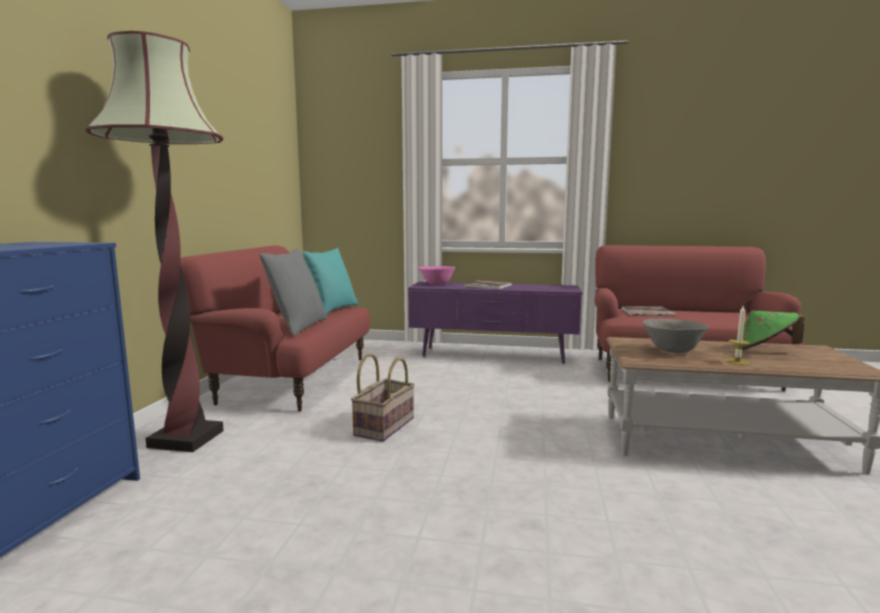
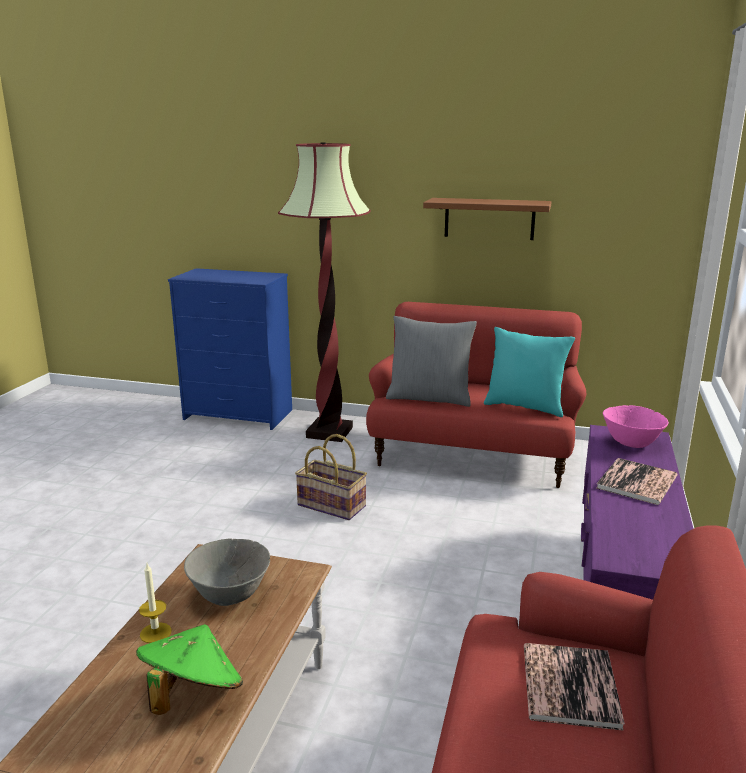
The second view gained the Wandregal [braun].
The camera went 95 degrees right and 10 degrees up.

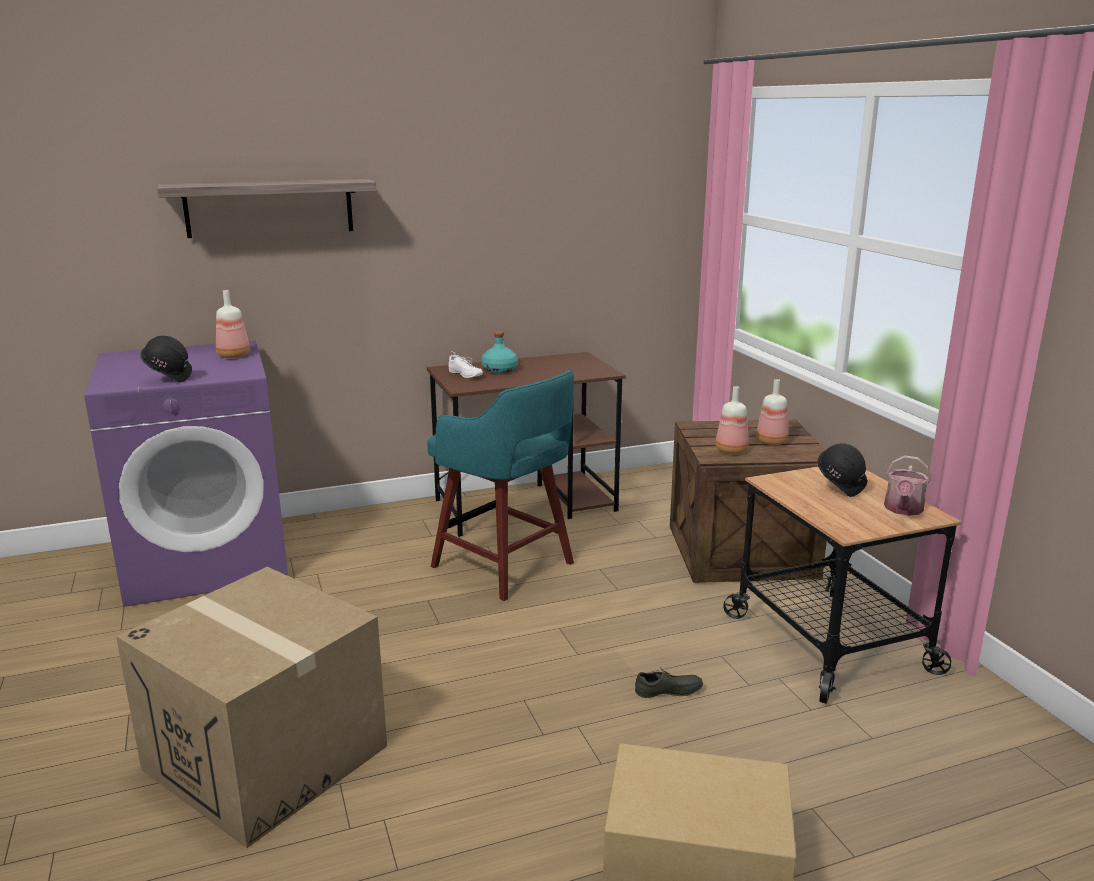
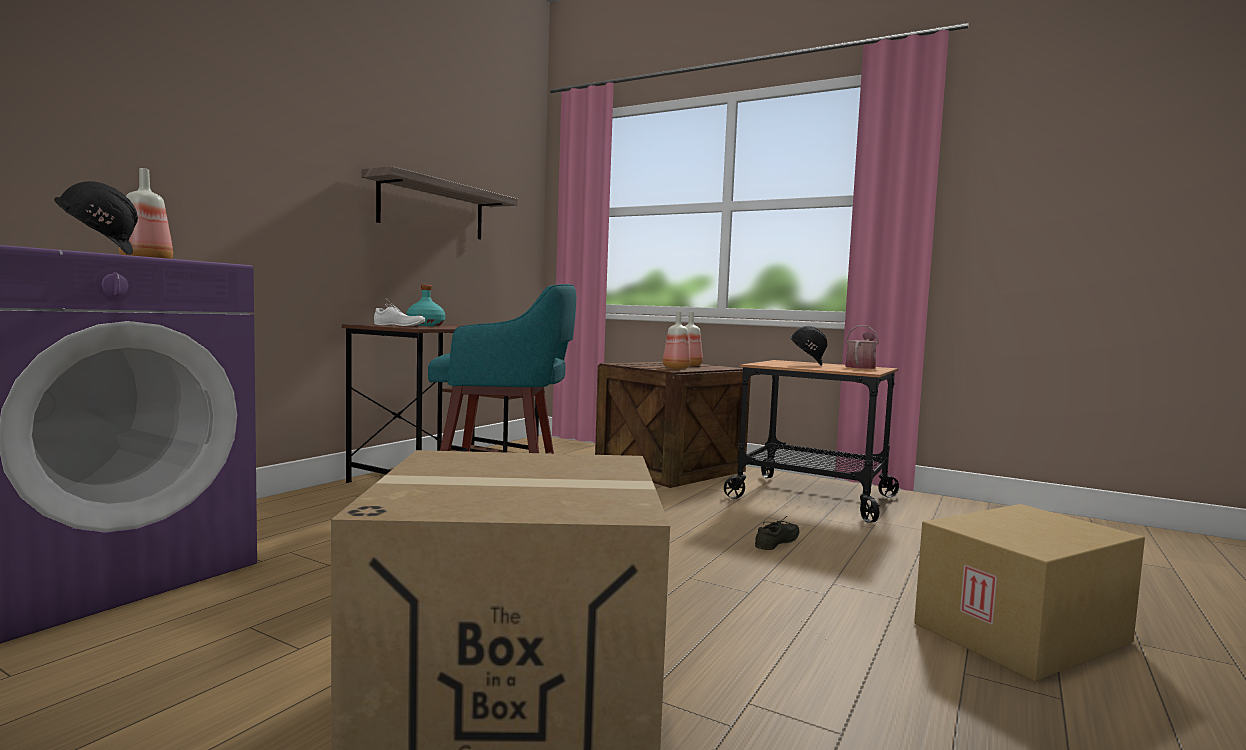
The Wandregal ended up elsewhere.
The Gießkanne ended up facing another way, 135 degrees counterclockwise from before.
The camera went 40 degrees left and 15 degrees down.

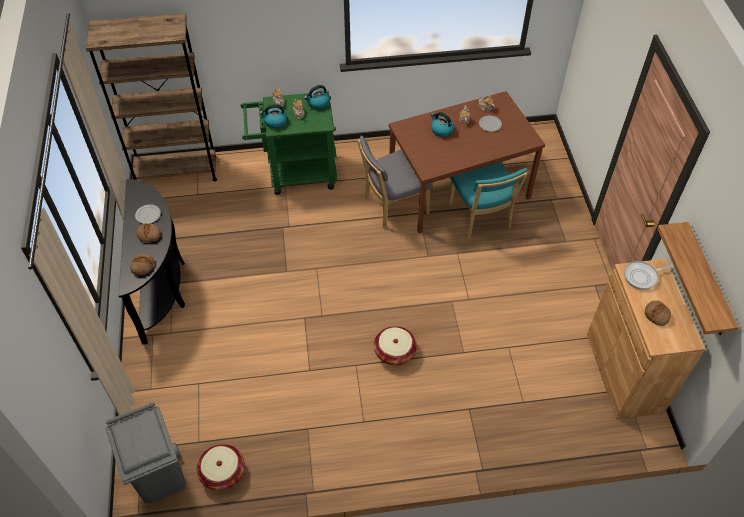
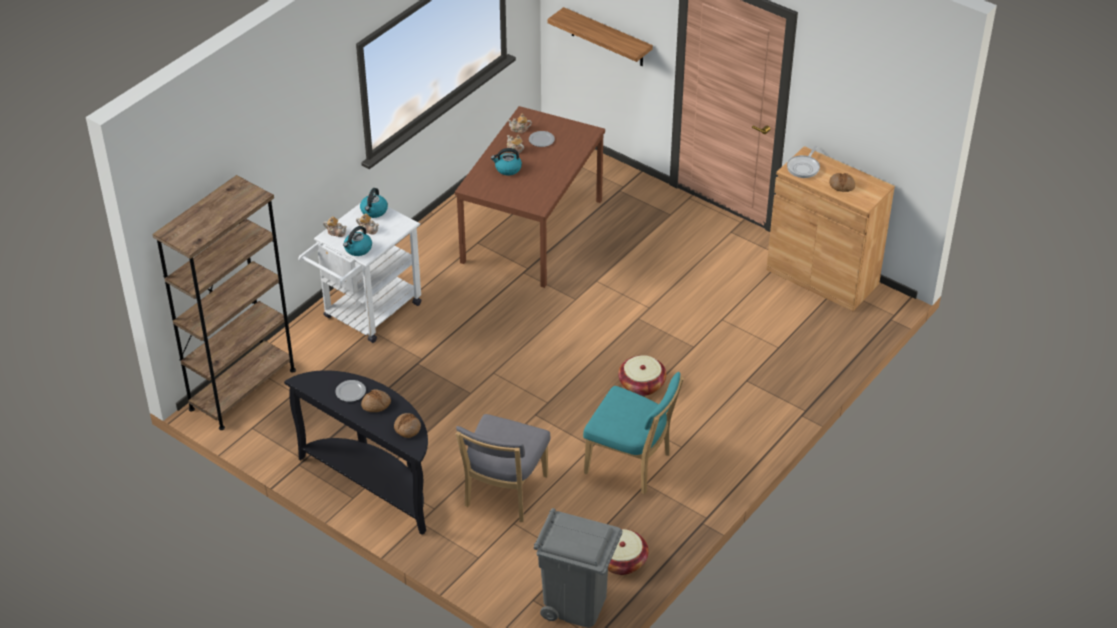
The Stuhl [grau] ended up elsewhere.
The Stuhl [türkis] ended up elsewhere.
The Wandregal ended up elsewhere.
What was the Rollwagen [grün] turned into the Rollwagen [weiß].
The camera went 45 degrees left and 10 degrees down.

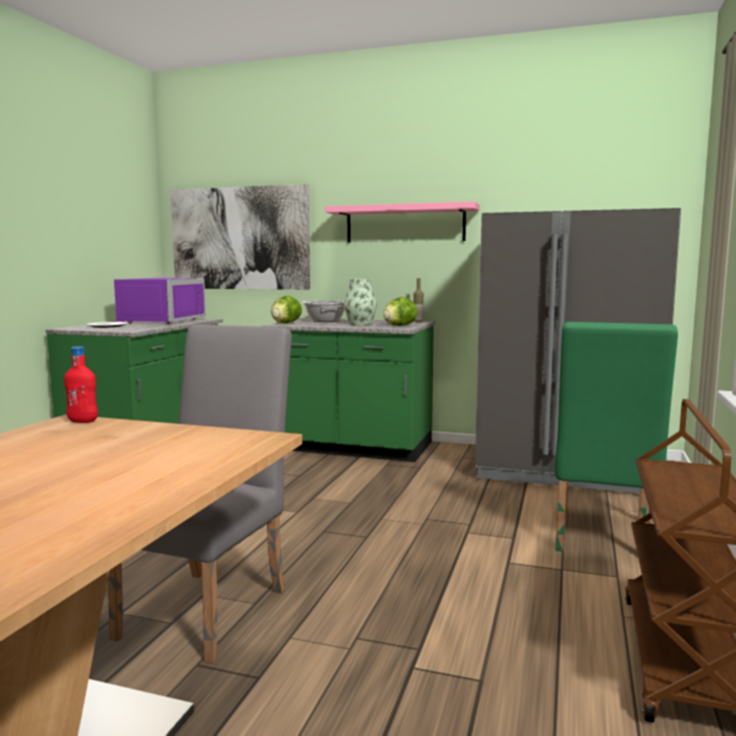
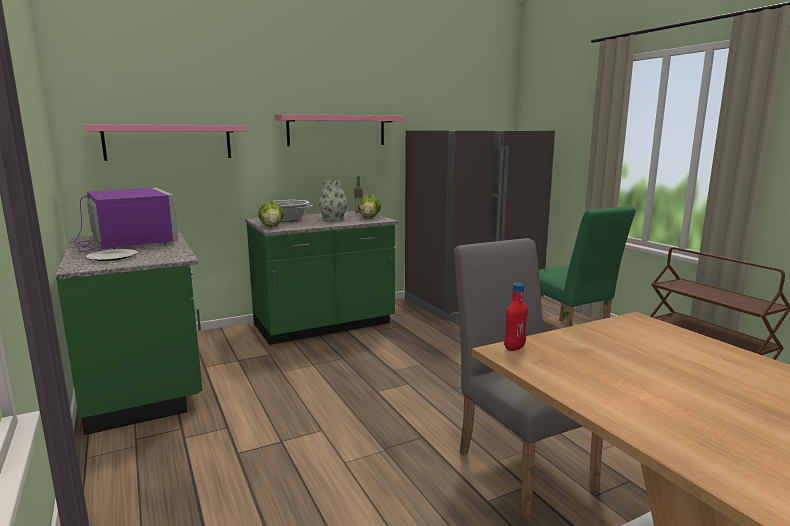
Where the Bild hung, the Wandregal [rosa] (1st from left) came to hang.
The camera went 45 degrees left and 5 degrees up.

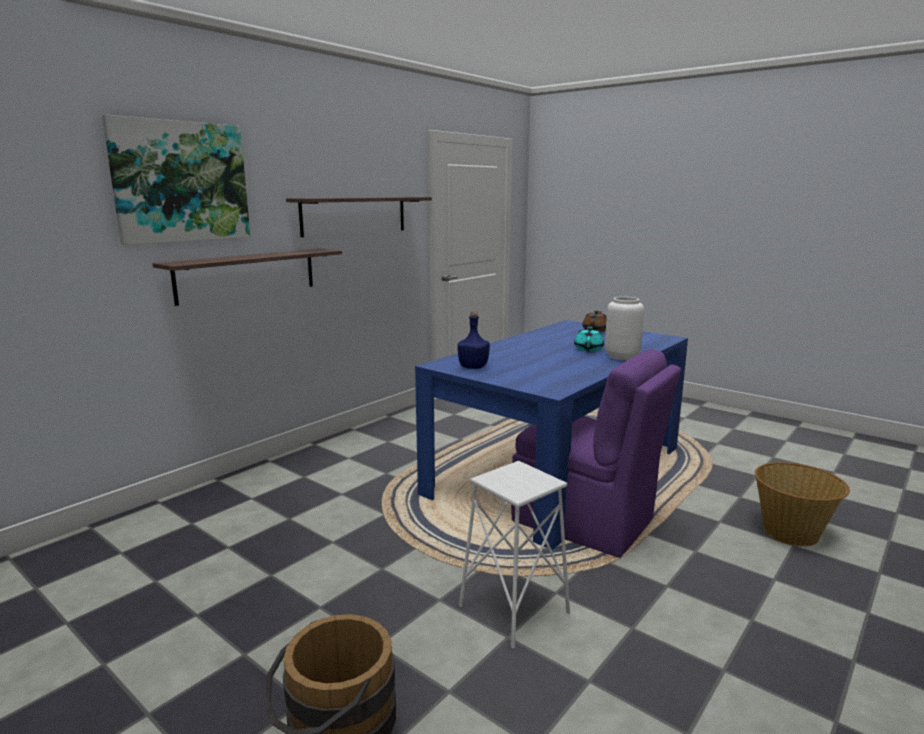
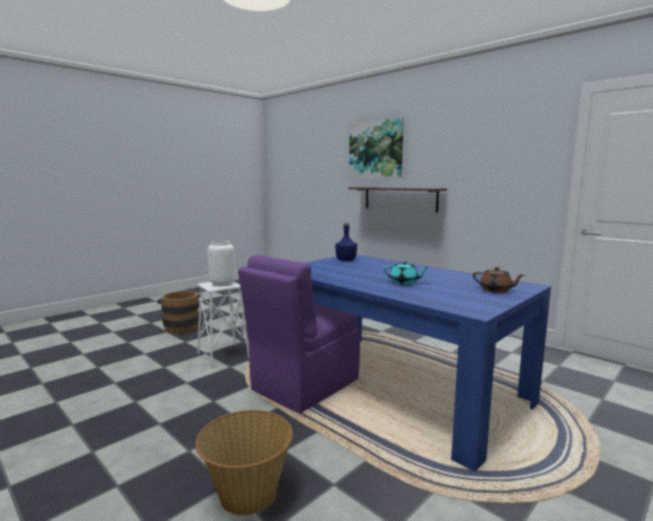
The second view lost the Wandregal (2nd from left).
The Vase [weiß] ended up elsewhere.
The camera went 95 degrees right and 5 degrees down.

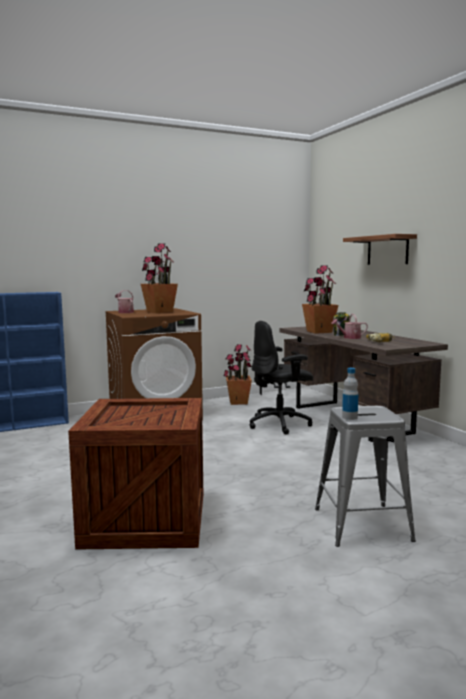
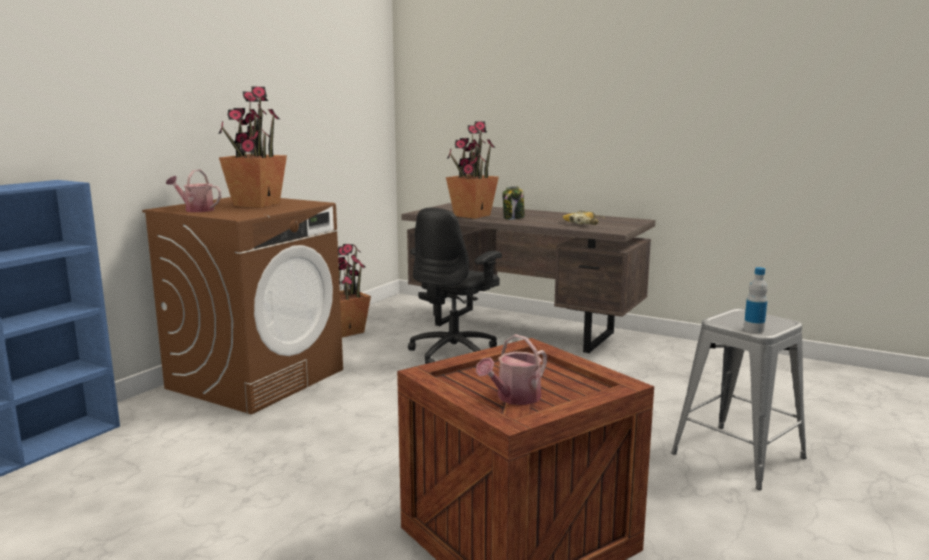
The second view lost the Wandregal.
The Gießkanne (2nd from left) ended up elsewhere.
The camera went 35 degrees left and 5 degrees up.

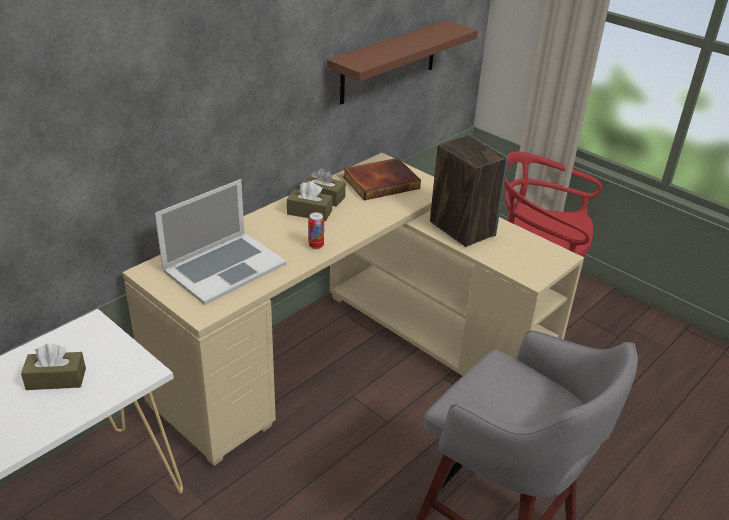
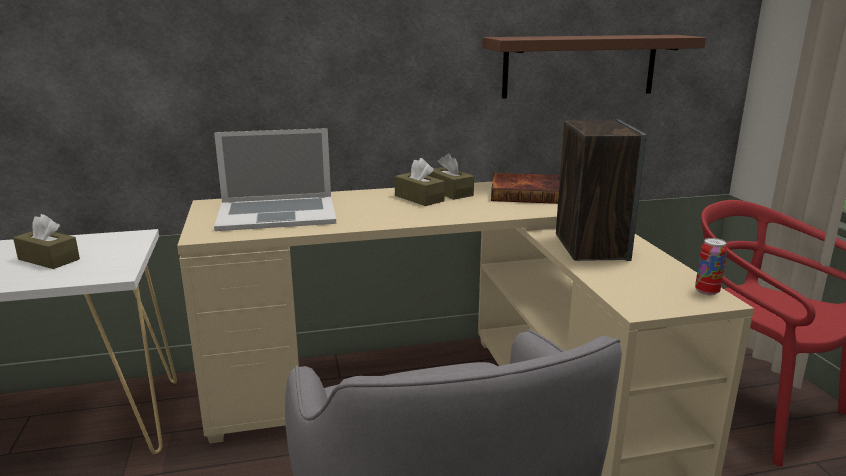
The Dose ended up elsewhere.
The camera went 35 degrees right and 15 degrees down.

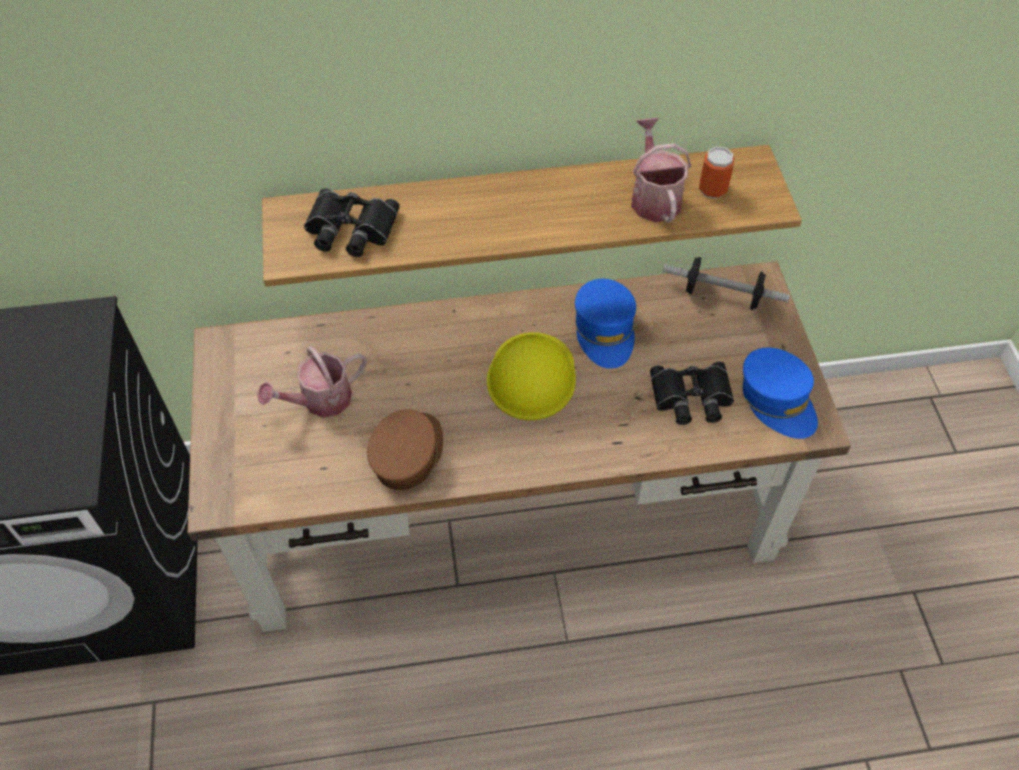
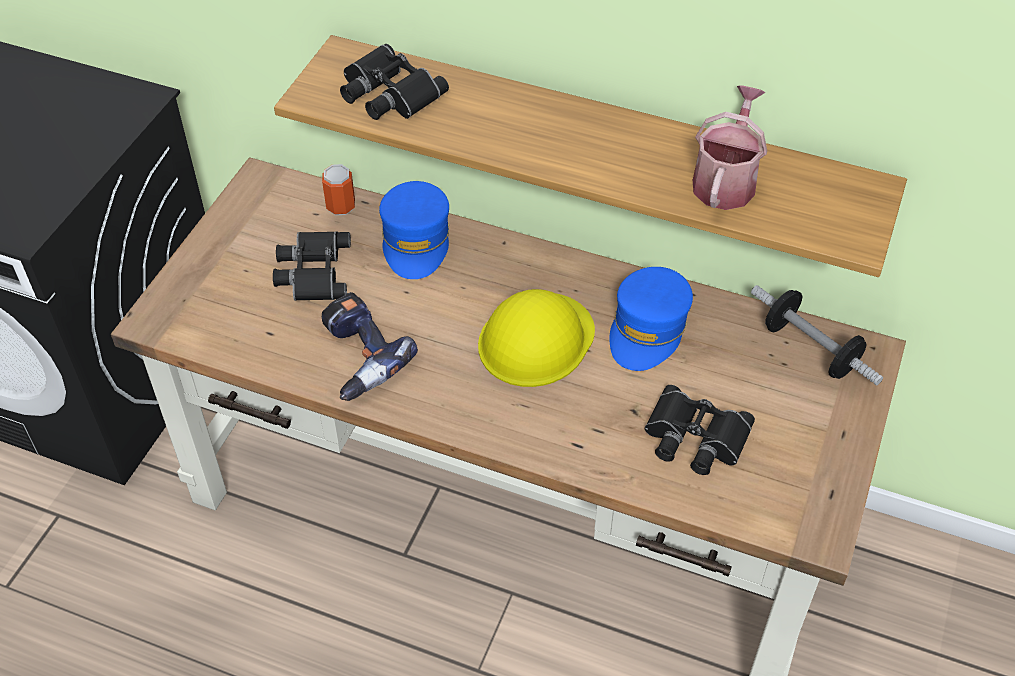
The Dose ended up elsewhere.
The Kappe [blau] (2nd from left in the first image) ended up elsewhere.
Where the Gießkanne (1st from left) stood, the Fernglas [schwarz] (1st from left) came to stand.
Where the Kappe [braun] stood, the Bohrmaschine came to stand.
The camera went 30 degrees right and 5 degrees down.

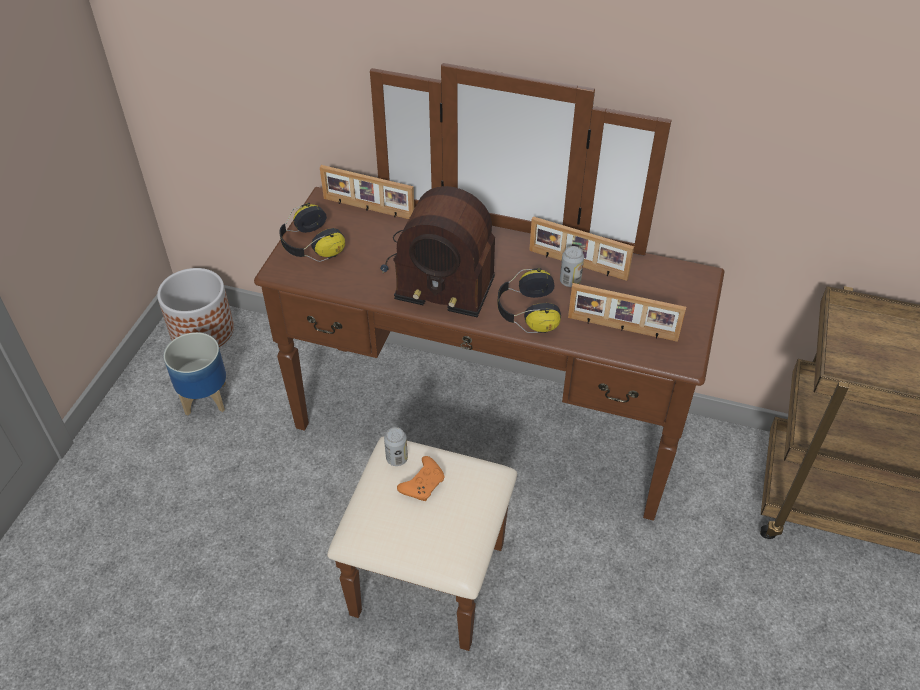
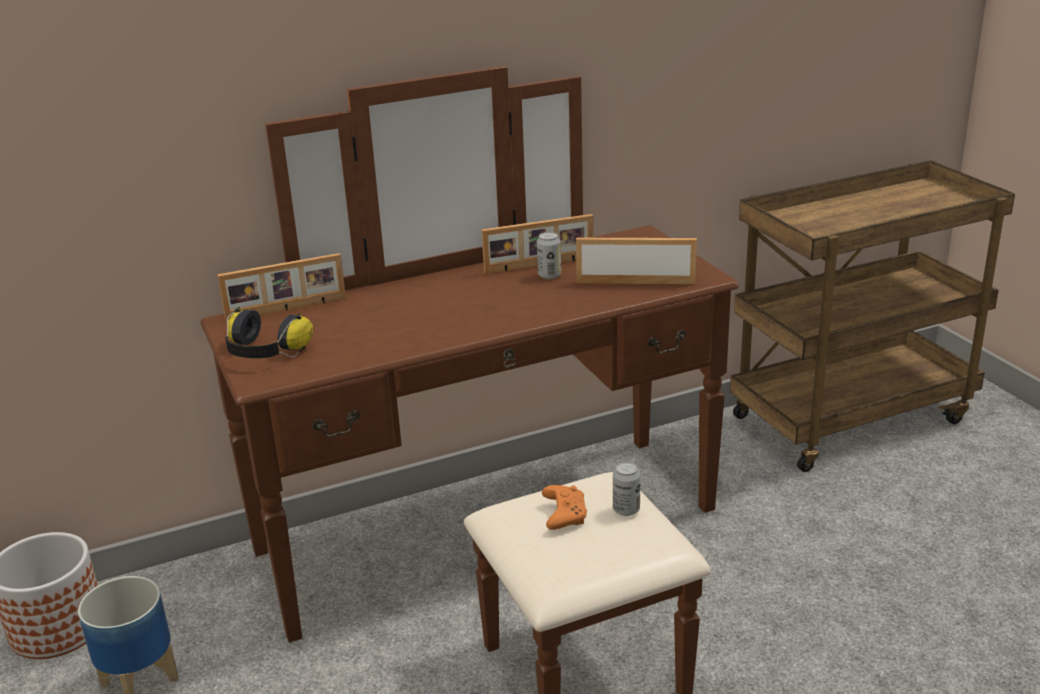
The second view lost the Radio.
The second view lost the Kopfhörer (2nd from left).
The Dose (1st from left in the first image) ended up elsewhere.
The Bilderrahmen (3rd from left) ended up facing another way, 150 degrees counterclockwise from before.
The camera went 40 degrees left and 20 degrees down.

